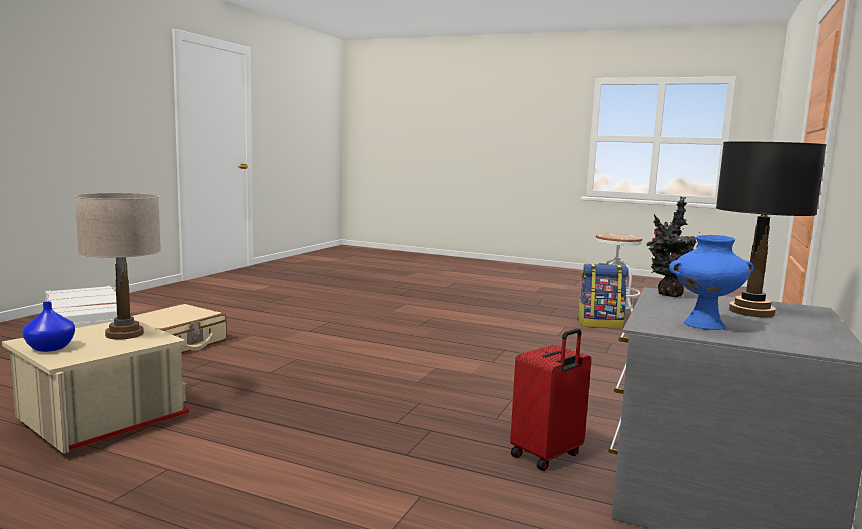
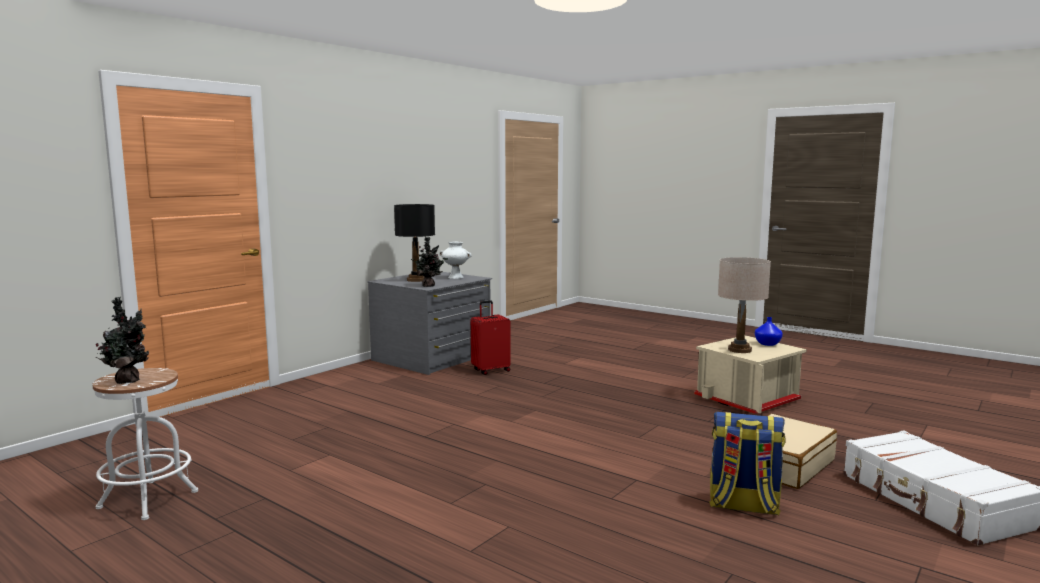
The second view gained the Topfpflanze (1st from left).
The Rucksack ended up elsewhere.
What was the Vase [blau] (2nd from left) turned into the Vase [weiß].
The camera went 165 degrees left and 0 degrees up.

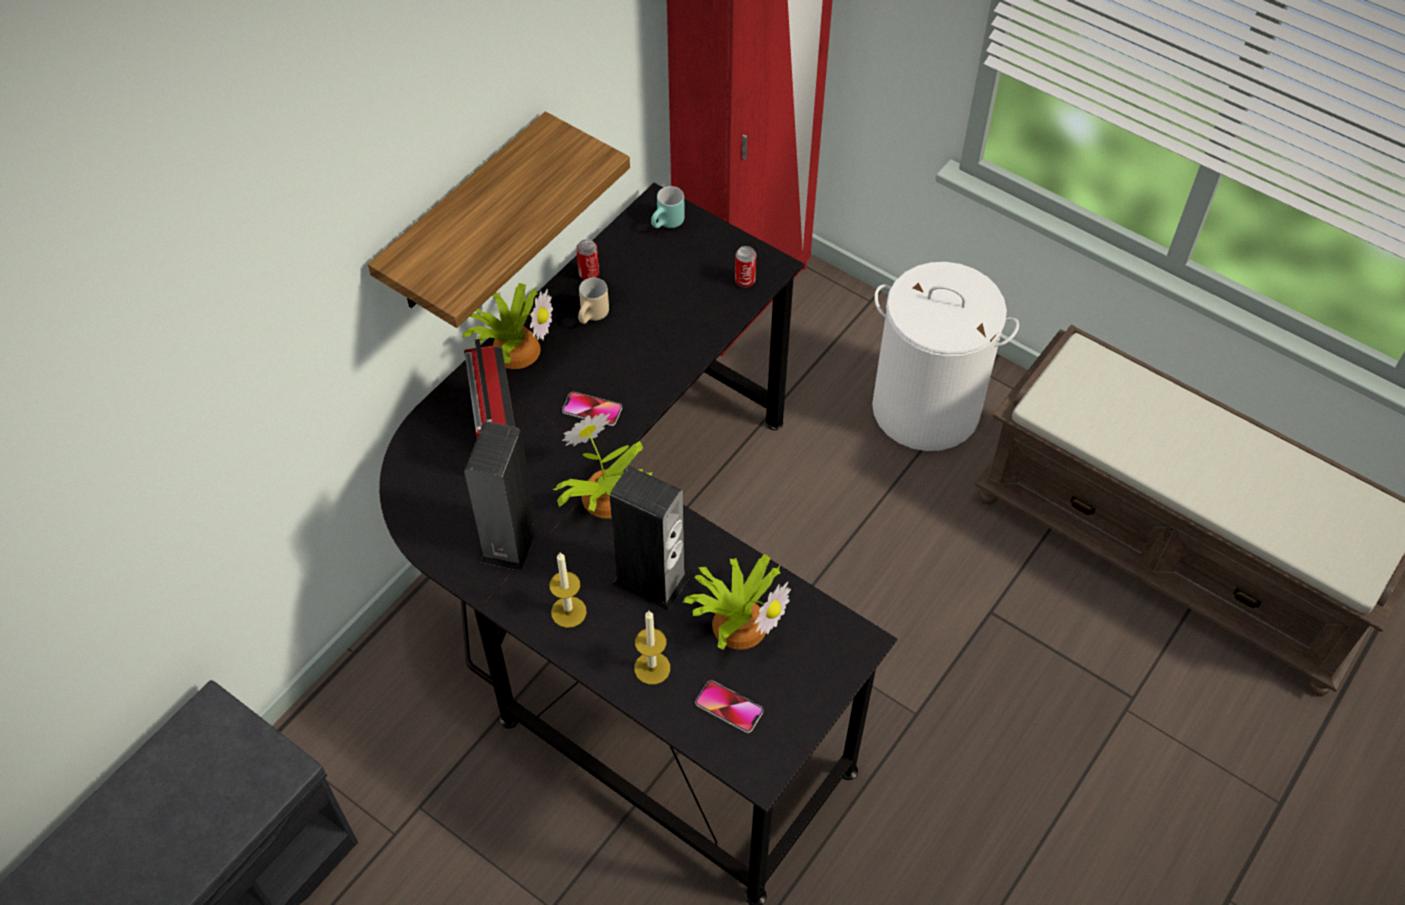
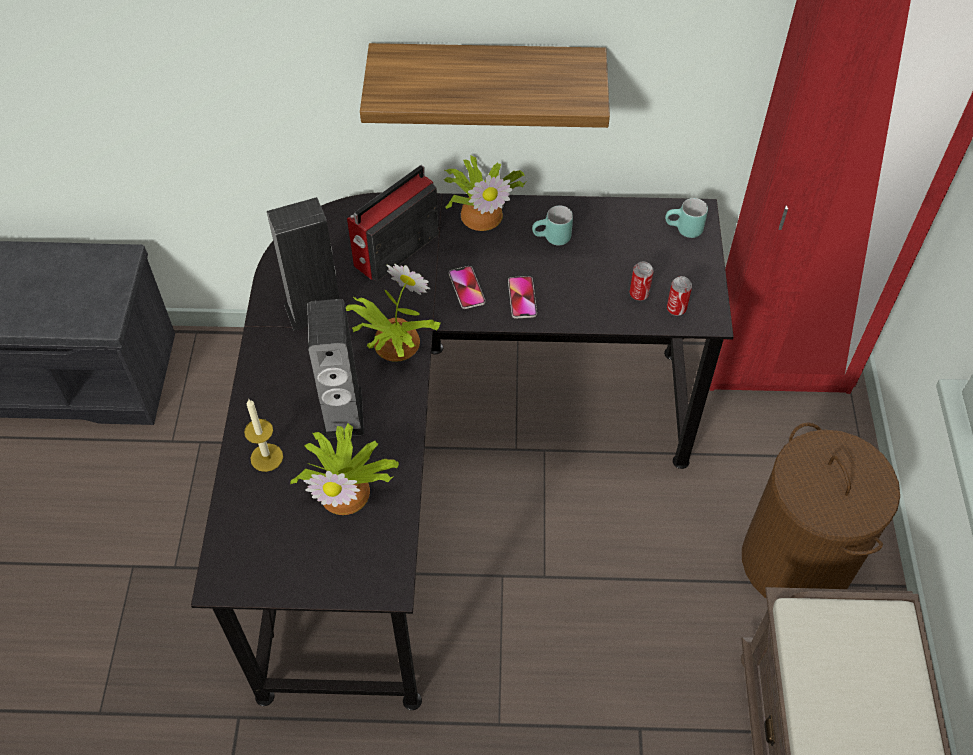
The second view lost the Kerze (1st from left).
The Dose (1st from left) ended up elsewhere.
The Handy (2nd from left) ended up elsewhere.
What was the Henkelbecher [beige] turned into the Henkelbecher [türkis] (1st from left).
What was the Wäschekorb [weiß] turned into the Wäschekorb [braun].
The camera went 55 degrees right and 0 degrees up.

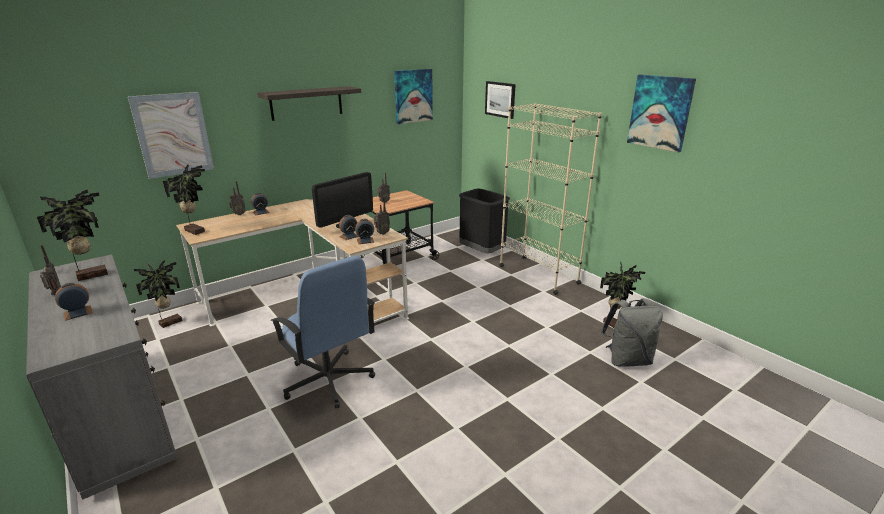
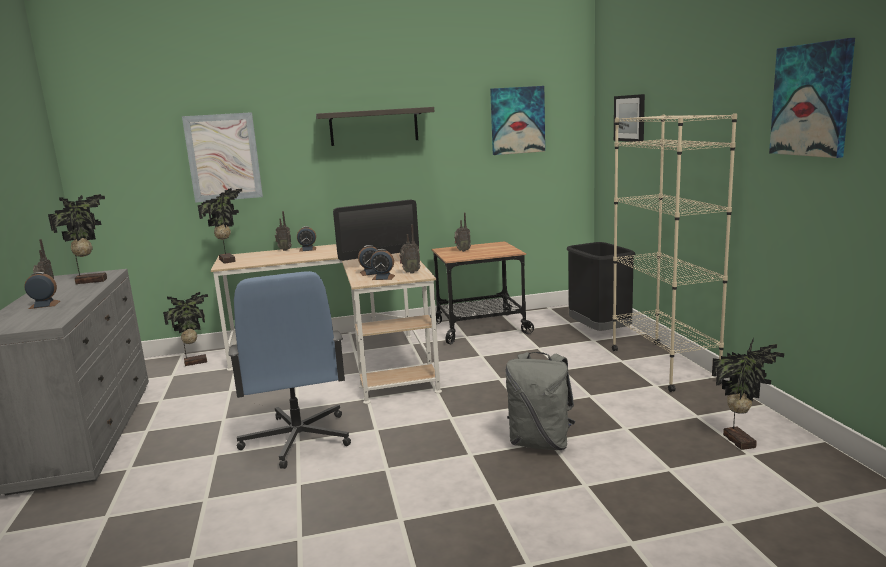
The Rucksack [grau] ended up elsewhere.
The camera went 25 degrees right and 10 degrees down.

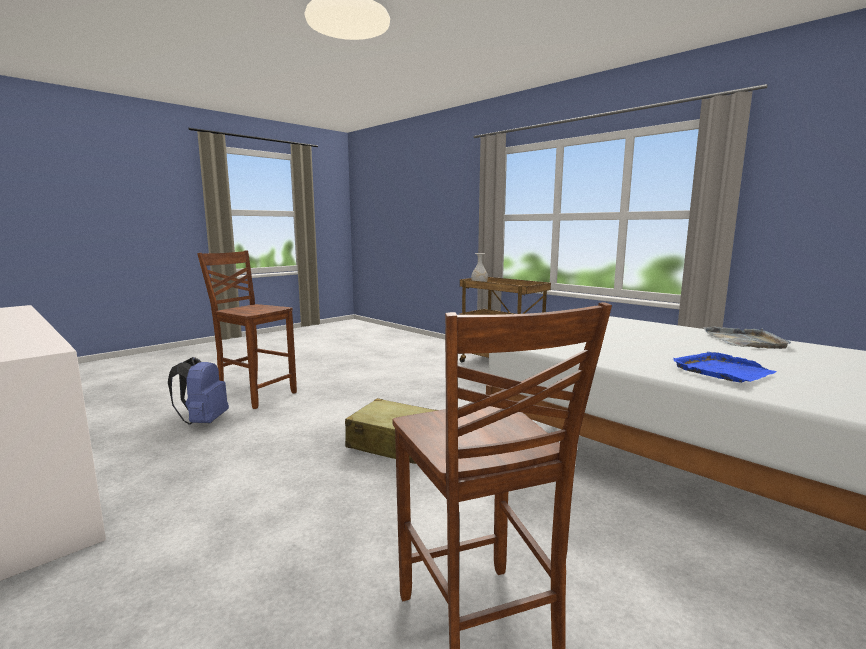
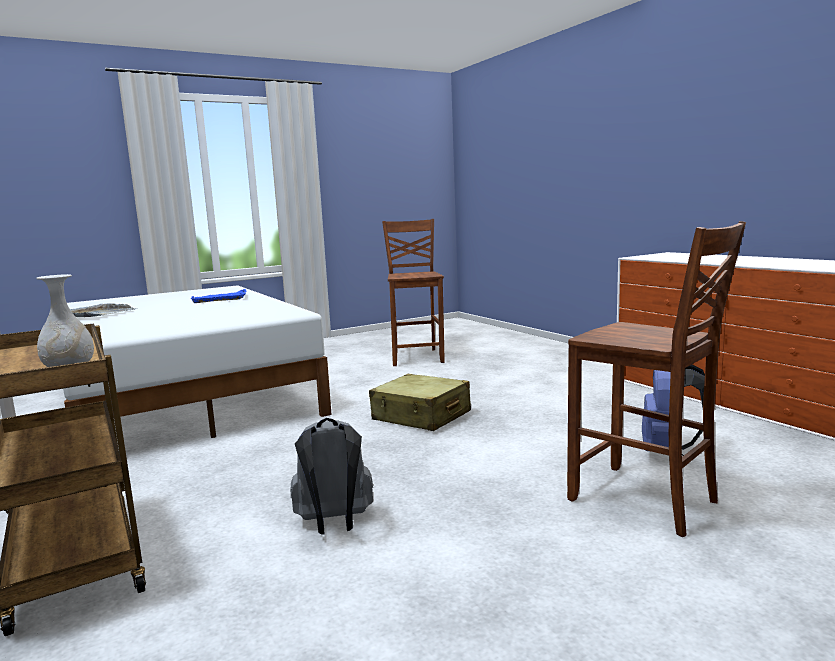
The second view gained the Rucksack [grau].
The camera went 165 degrees left and 0 degrees up.

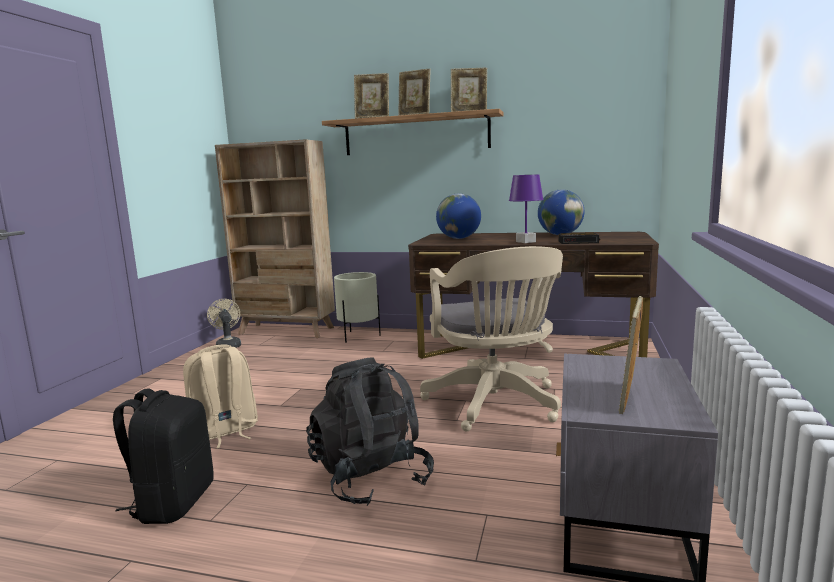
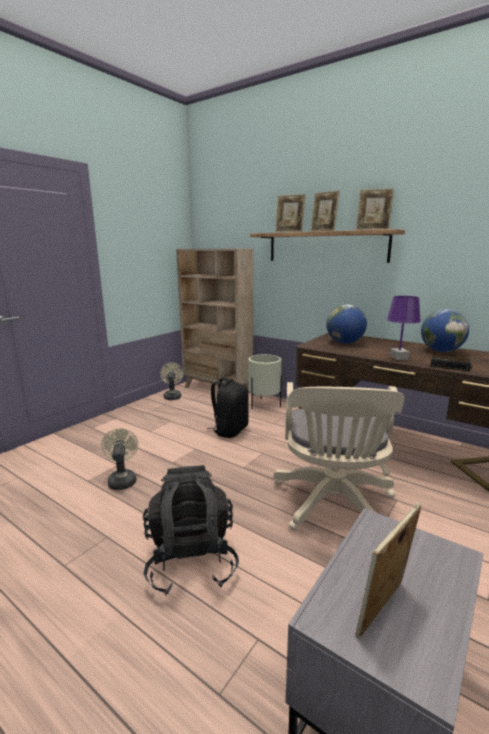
The Rucksack [schwarz] (1st from left in the first image) ended up elsewhere.
Where the Rucksack [beige] stood, the Ventilator [beige] (1st from left) came to stand.
The camera went 20 degrees right and 5 degrees up.

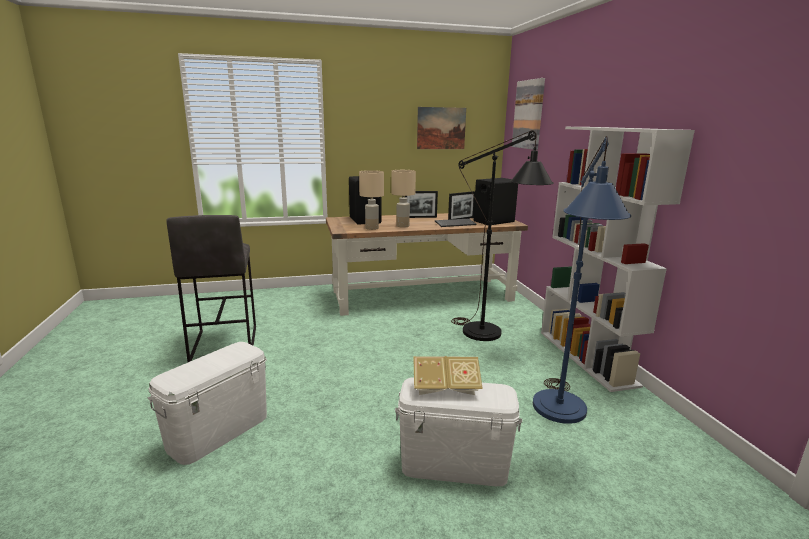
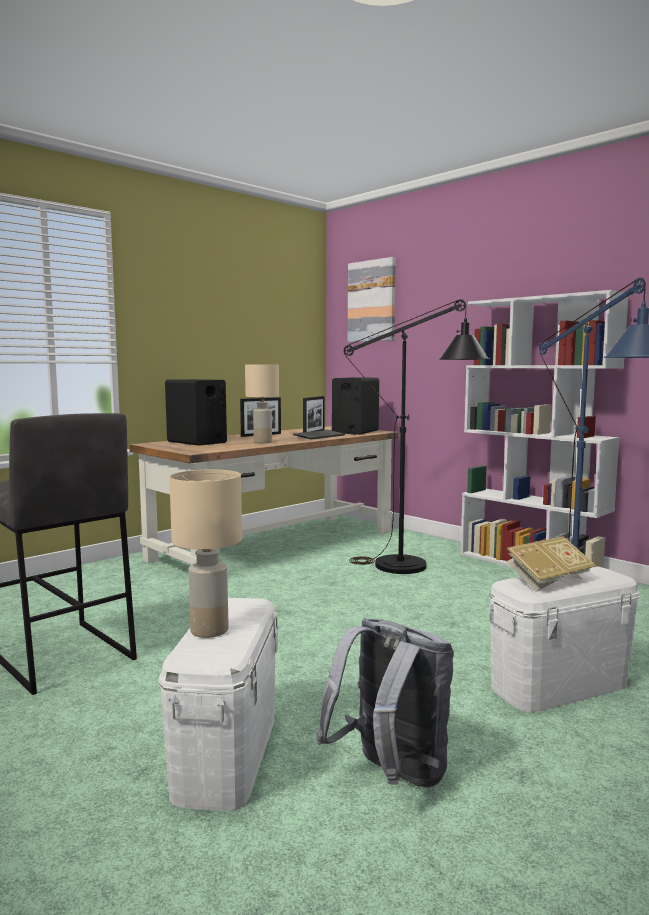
The second view lost the Bild (1st from left).
The second view gained the Rucksack [grau].
The Tischlampe [beige] (1st from left) ended up elsewhere.
The camera went 30 degrees left and 10 degrees down.

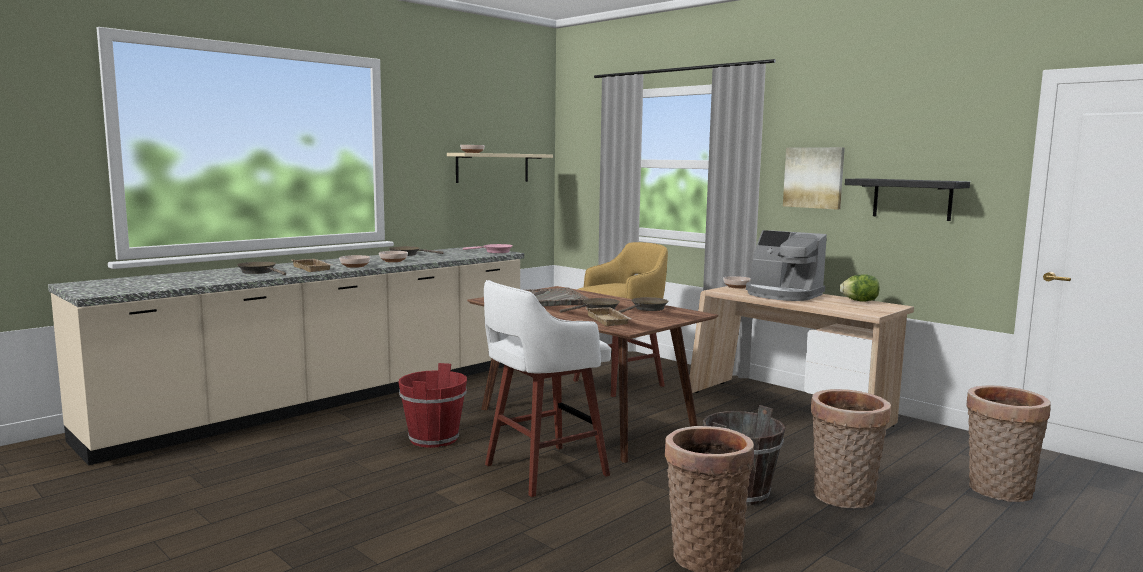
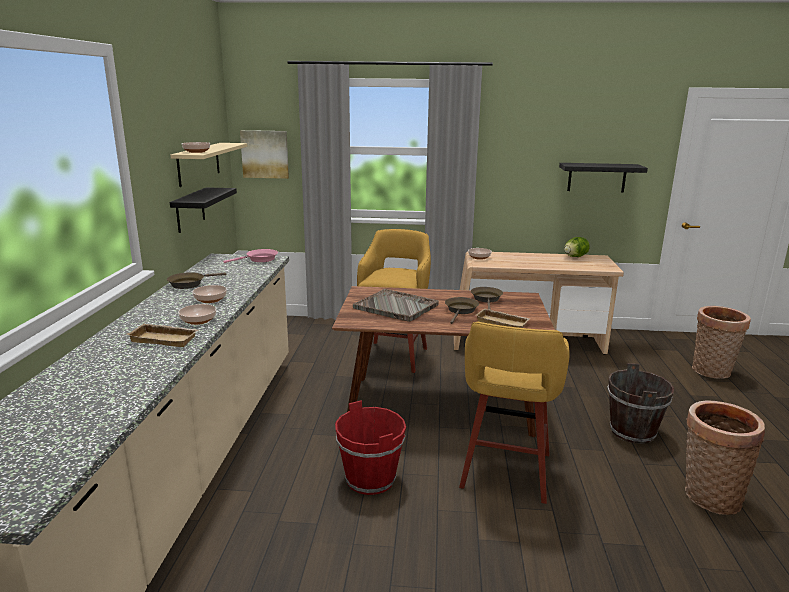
The second view lost the Pfanne [braun] (1st from left).
The second view lost the Kaffeemaschine.
The second view lost the Korb (2nd from left).
The second view gained the Wandregal [schwarz] (1st from left).
The Bild ended up elsewhere.
What was the Hocker [weiß] turned into the Hocker [gelb] (2nd from left).
The camera went 40 degrees left and 10 degrees up.

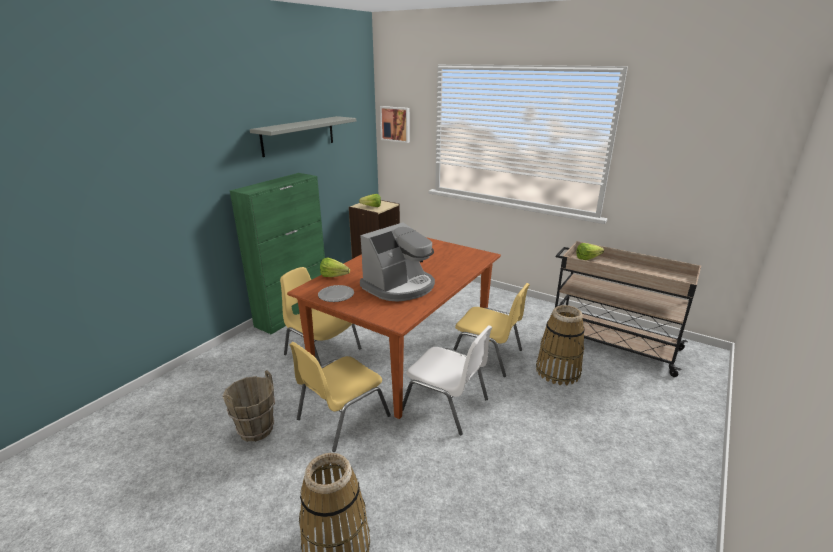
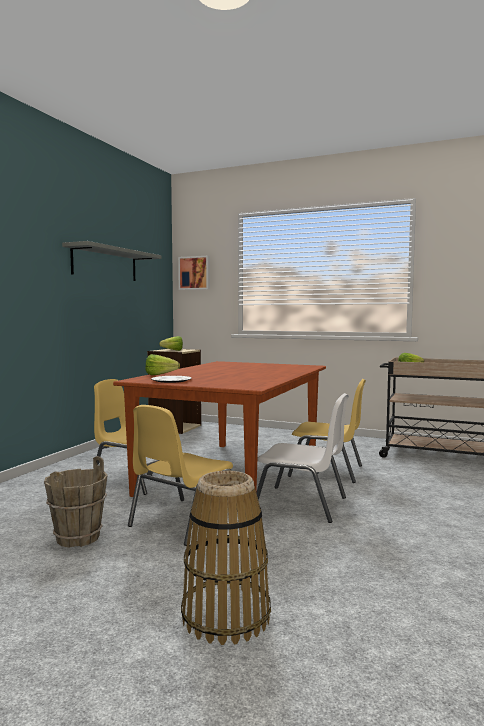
The second view lost the Schrank [grün].
The second view lost the Kaffeemaschine.
The second view lost the Korb (2nd from left).
The camera went 10 degrees left and 20 degrees down.

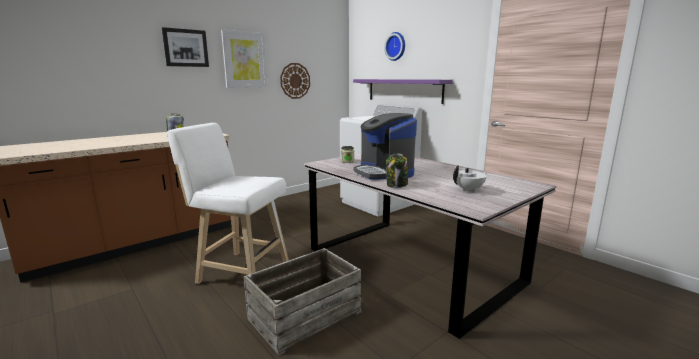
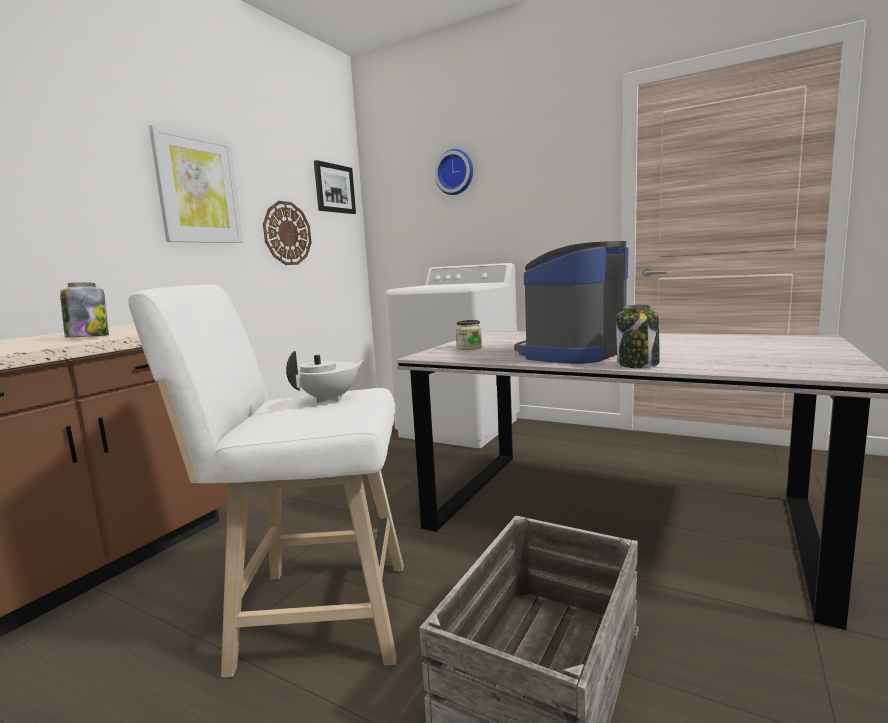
The second view lost the Wandregal [lila].
The Bild (1st from left in the first image) ended up elsewhere.
The Teekanne [weiß] ended up elsewhere.
The Kaffeemaschine ended up facing another way, 90 degrees clockwise from before.
The camera went 20 degrees left and 5 degrees down.

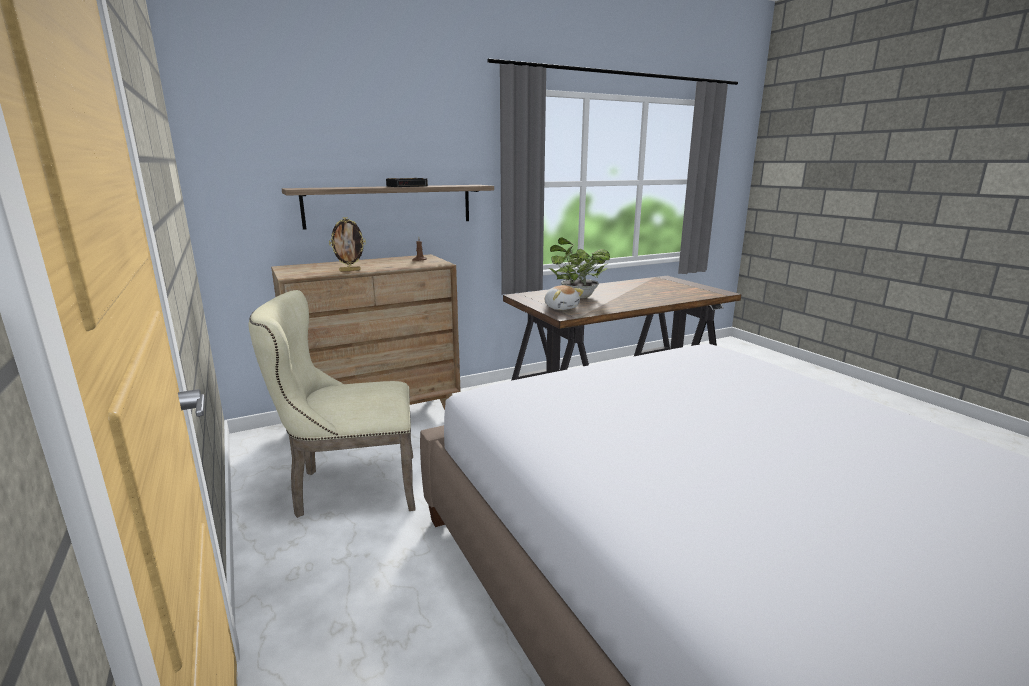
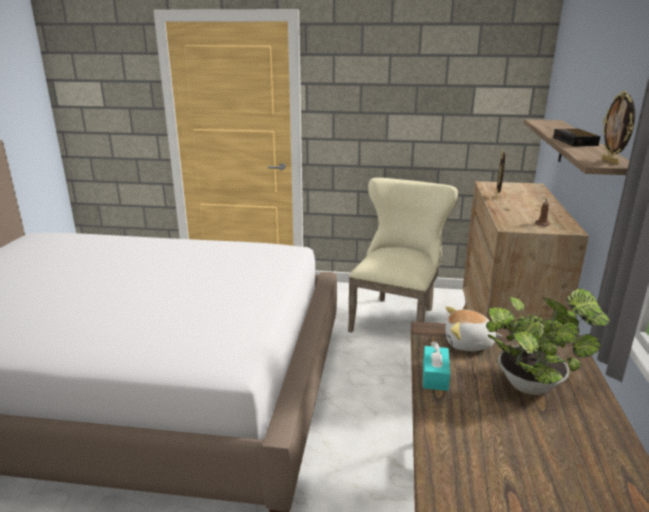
The second view gained the Taschentuchbox [türkis].
The second view gained the Bilderrahmen (2nd from left).
The camera went 125 degrees right and 5 degrees up.

